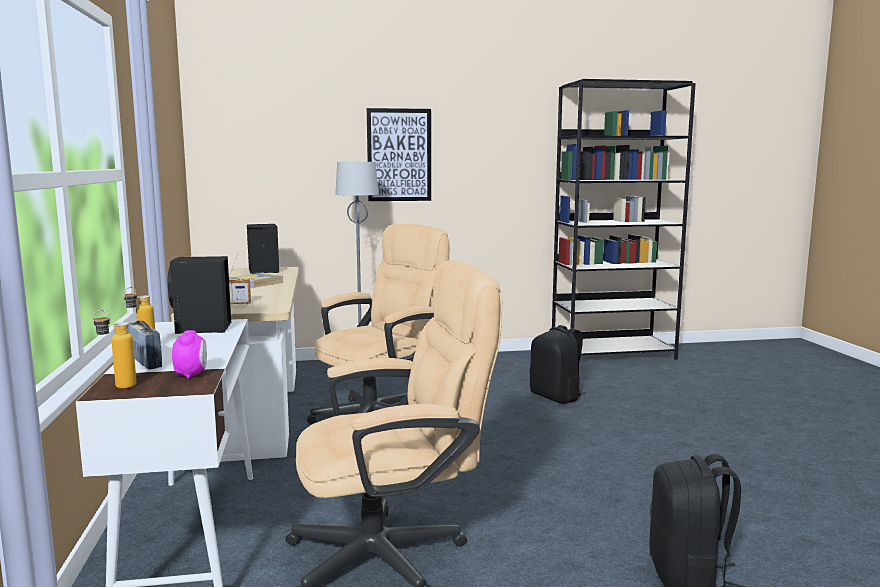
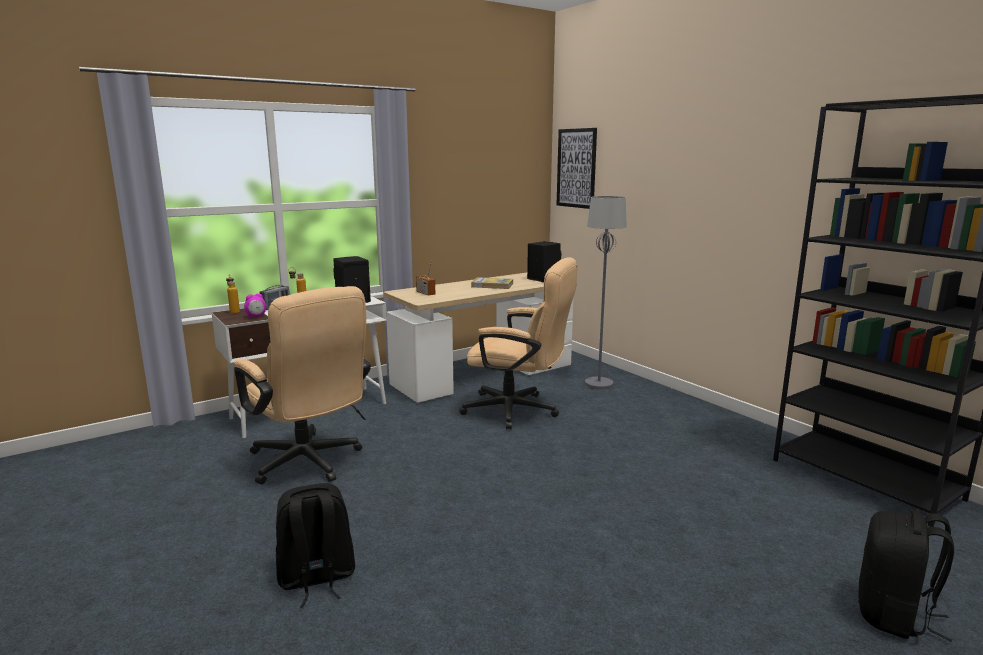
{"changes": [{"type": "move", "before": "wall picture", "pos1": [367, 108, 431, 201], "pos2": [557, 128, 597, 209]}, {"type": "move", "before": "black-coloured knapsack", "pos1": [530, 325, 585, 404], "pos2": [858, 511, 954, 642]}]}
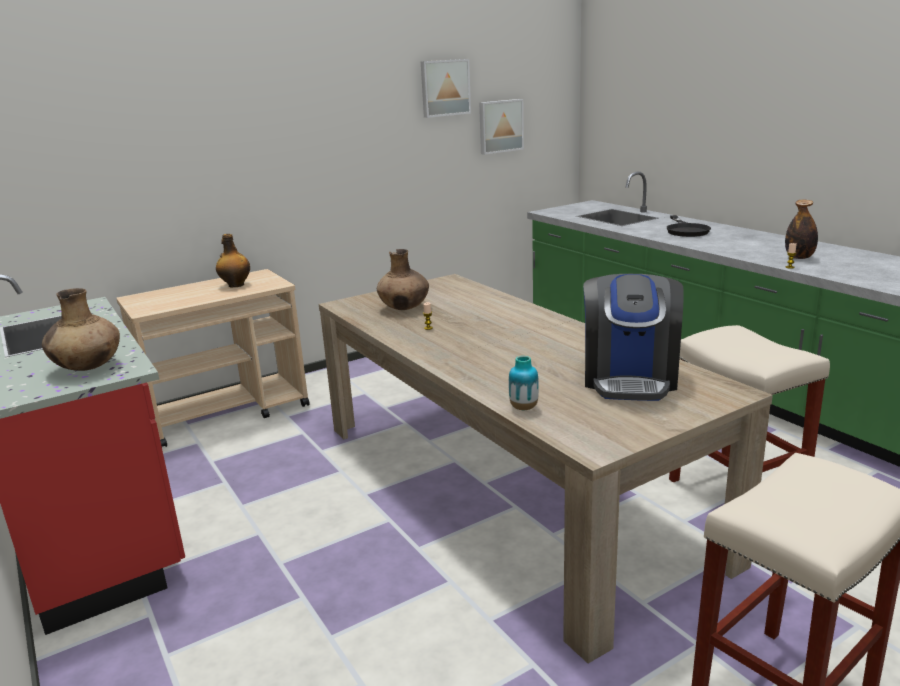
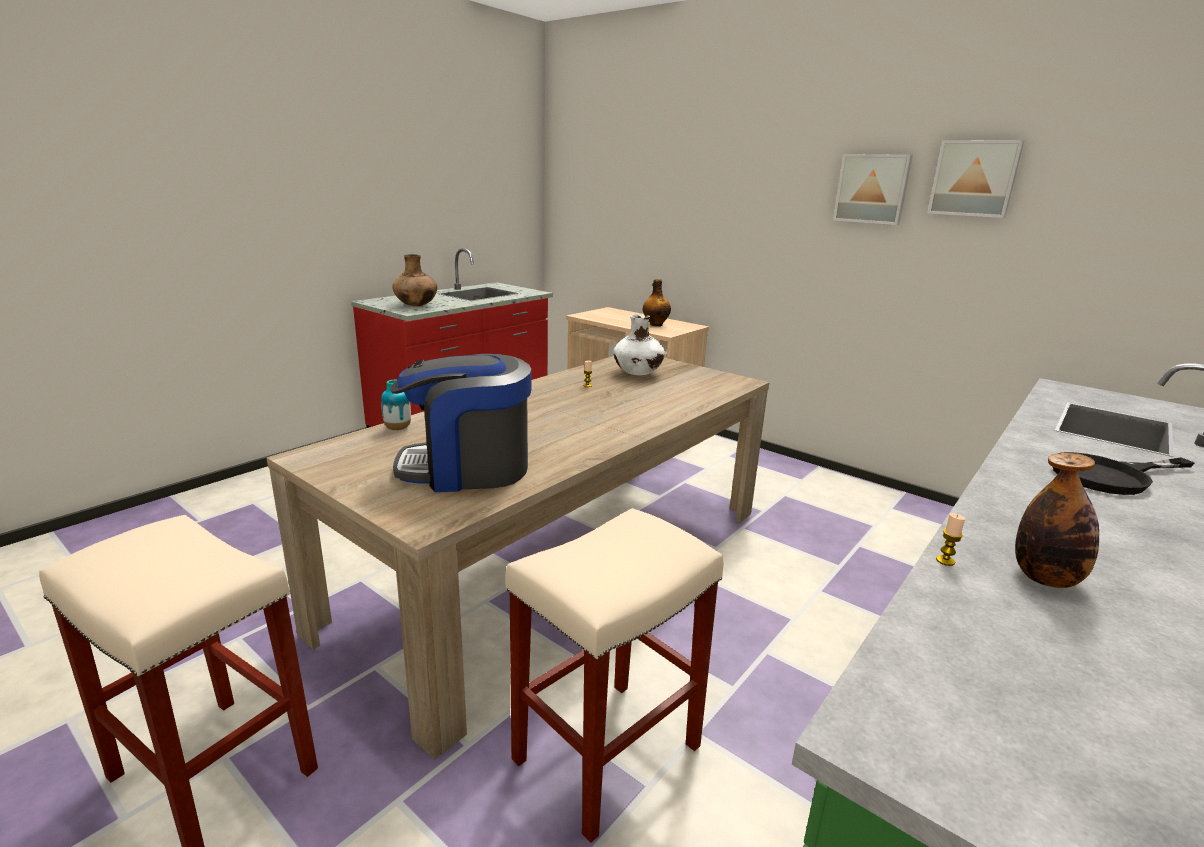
{"changes": [{"type": "move", "before": "wall picture", "pos1": [479, 99, 524, 155], "pos2": [833, 154, 913, 225]}, {"type": "recolor", "before": "brown vase", "after": "white vase", "pos1": [377, 249, 429, 310], "pos2": [613, 314, 665, 375]}]}
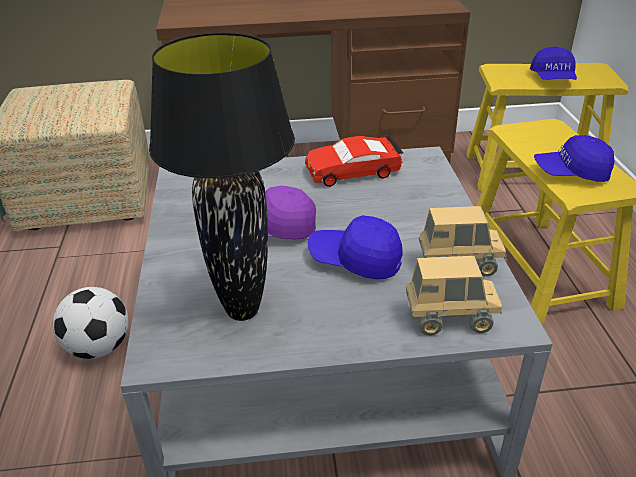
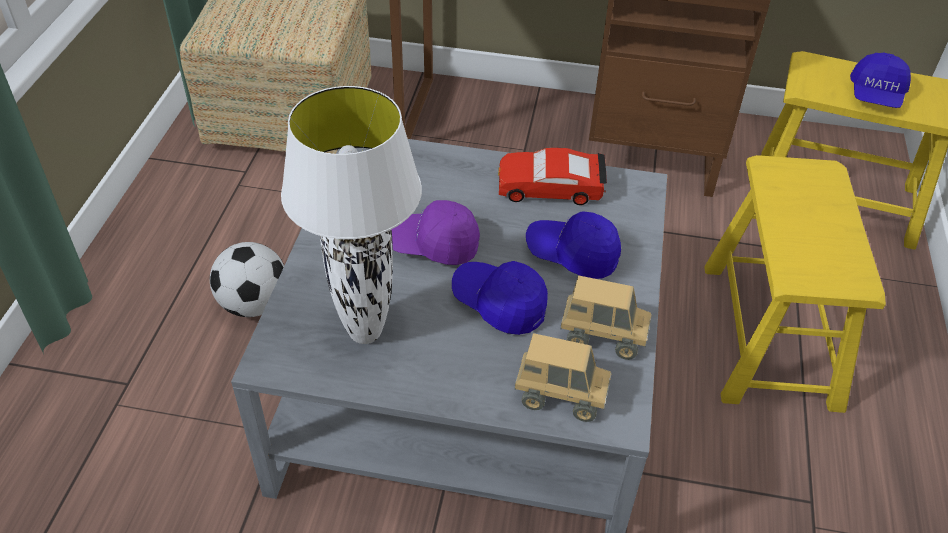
{"changes": [{"type": "move", "before": "blue-coloured peaked cap", "pos1": [534, 135, 615, 182], "pos2": [526, 211, 621, 279]}, {"type": "recolor", "before": "black-coloured tabletop lamp", "after": "white tabletop lamp", "pos1": [149, 33, 295, 321], "pos2": [281, 86, 422, 344]}]}
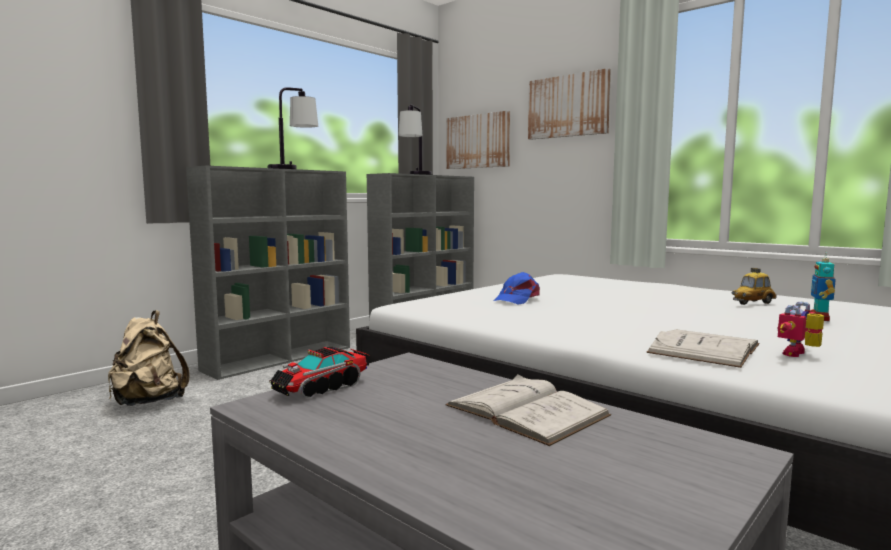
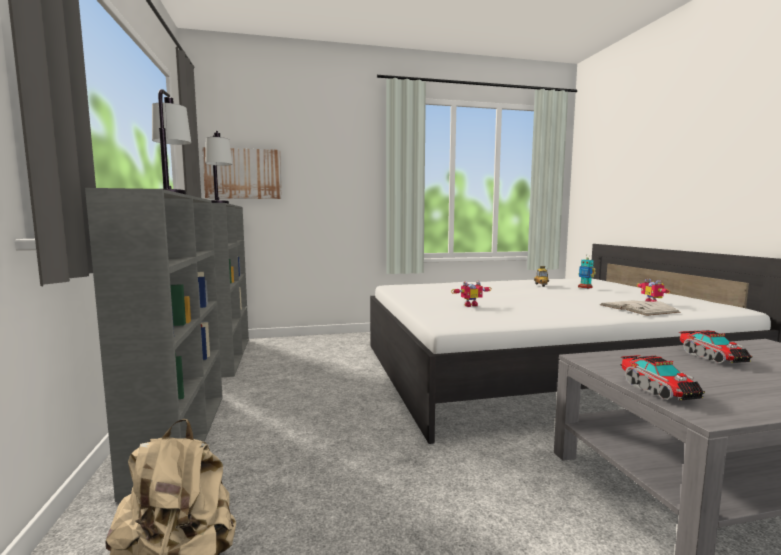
{"changes": [{"type": "delete", "before": "wall picture", "pos1": [528, 68, 611, 140]}, {"type": "replace", "before": "white bound book", "after": "model truck", "pos1": [445, 374, 611, 446], "pos2": [679, 330, 752, 363]}, {"type": "replace", "before": "blue-coloured peaked cap", "after": "toy robot", "pos1": [494, 272, 540, 305], "pos2": [451, 281, 492, 307]}]}
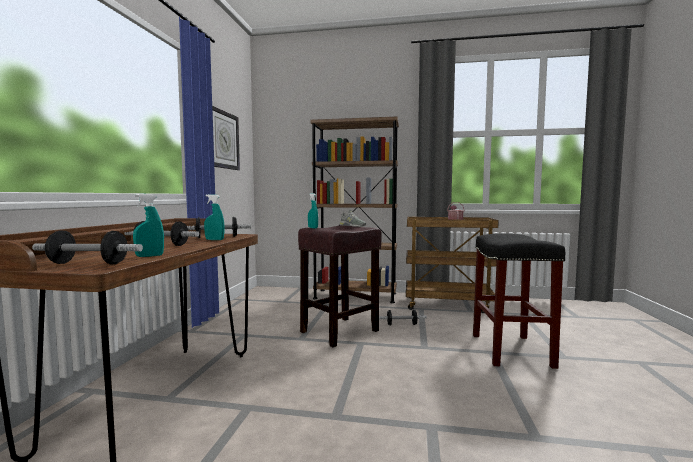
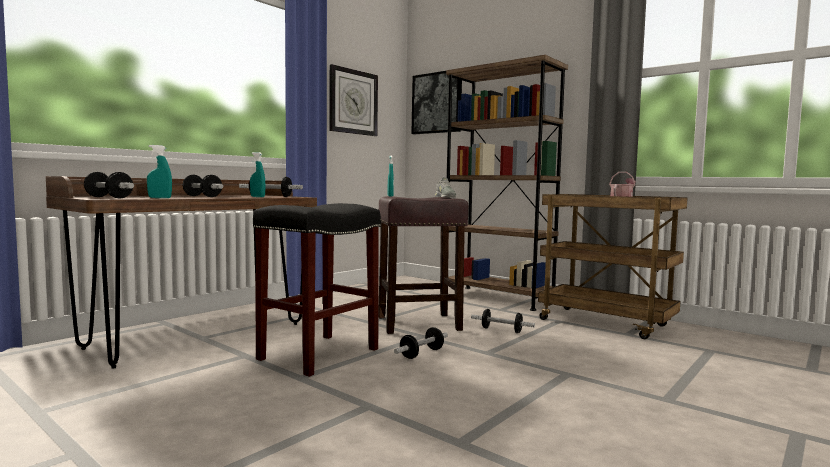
{"changes": [{"type": "insert", "after": "free weight", "pos2": [394, 327, 448, 359]}, {"type": "insert", "after": "wall picture", "pos2": [411, 71, 462, 134]}, {"type": "move", "before": "black-coloured stool", "pos1": [473, 233, 565, 369], "pos2": [253, 203, 381, 377]}]}
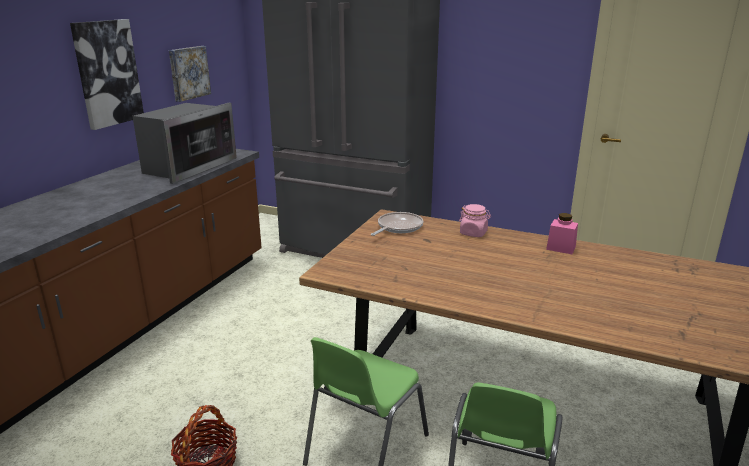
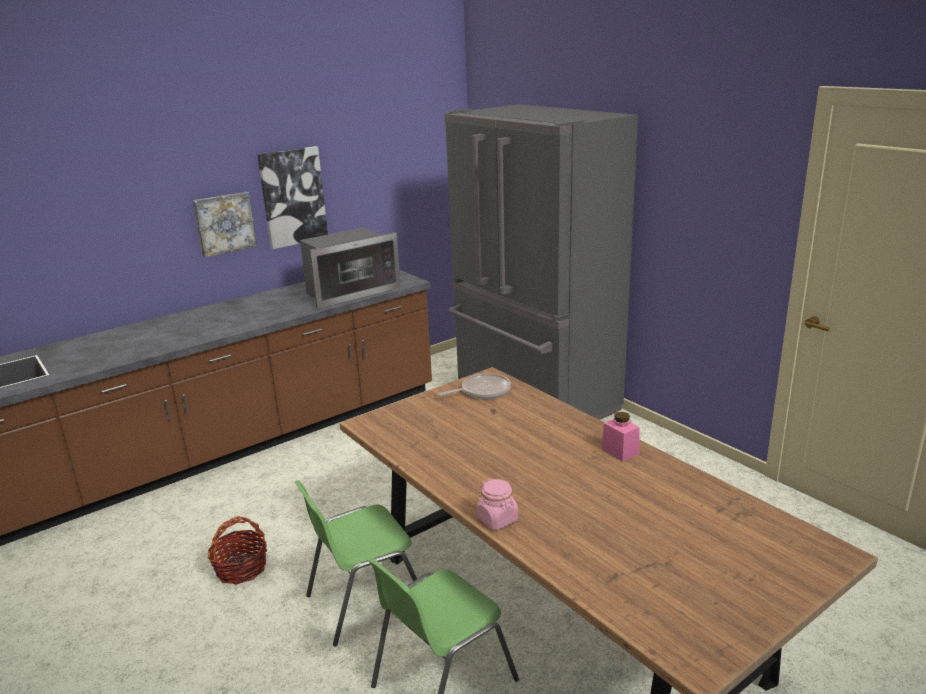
{"changes": [{"type": "move", "before": "wall picture", "pos1": [169, 46, 211, 102], "pos2": [192, 192, 257, 257]}, {"type": "move", "before": "pink preserve jar", "pos1": [459, 204, 491, 237], "pos2": [477, 478, 518, 530]}]}
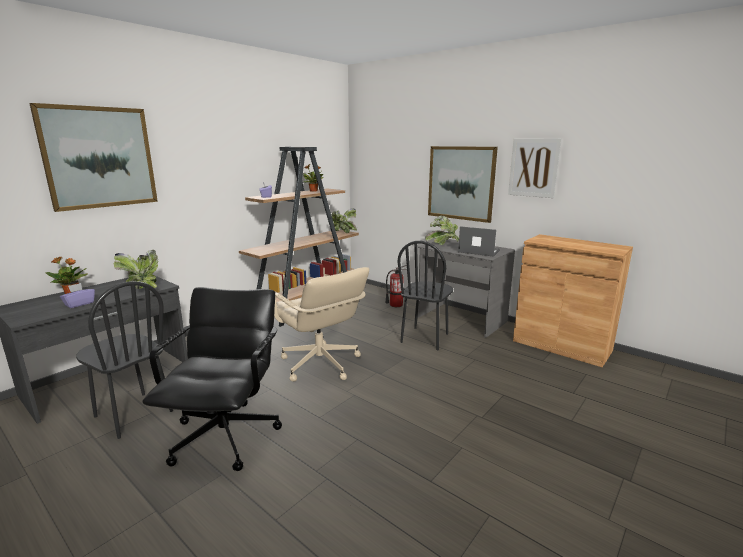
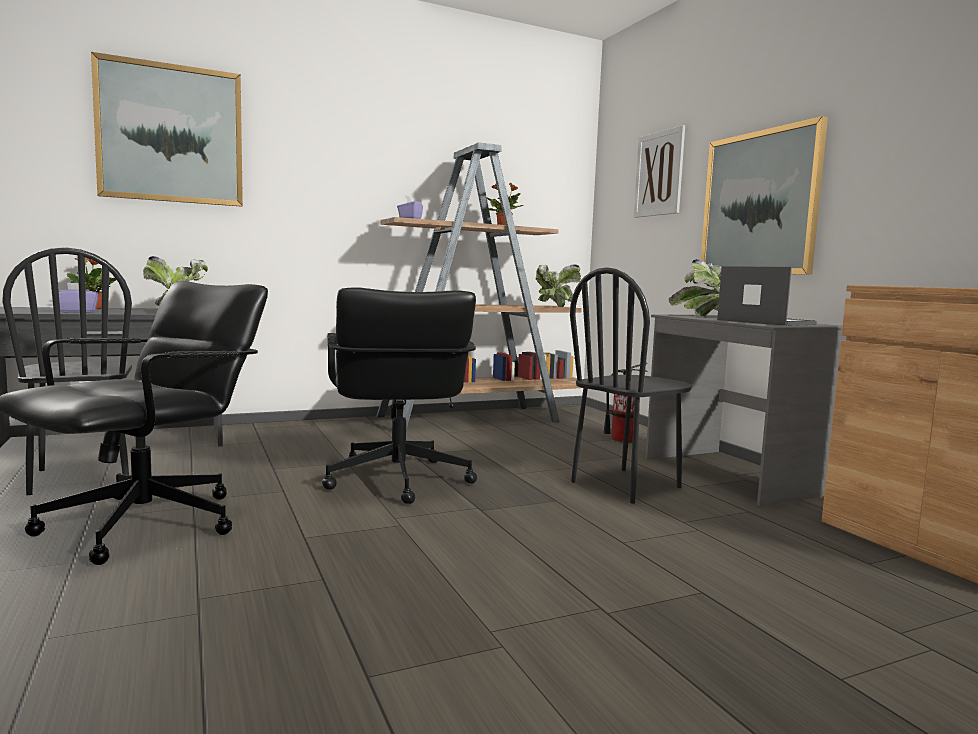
{"changes": [{"type": "move", "before": "wall picture", "pos1": [508, 138, 562, 198], "pos2": [634, 125, 685, 218]}, {"type": "recolor", "before": "beige computer chair", "after": "black-coloured computer chair", "pos1": [274, 267, 369, 382], "pos2": [322, 287, 477, 504]}]}
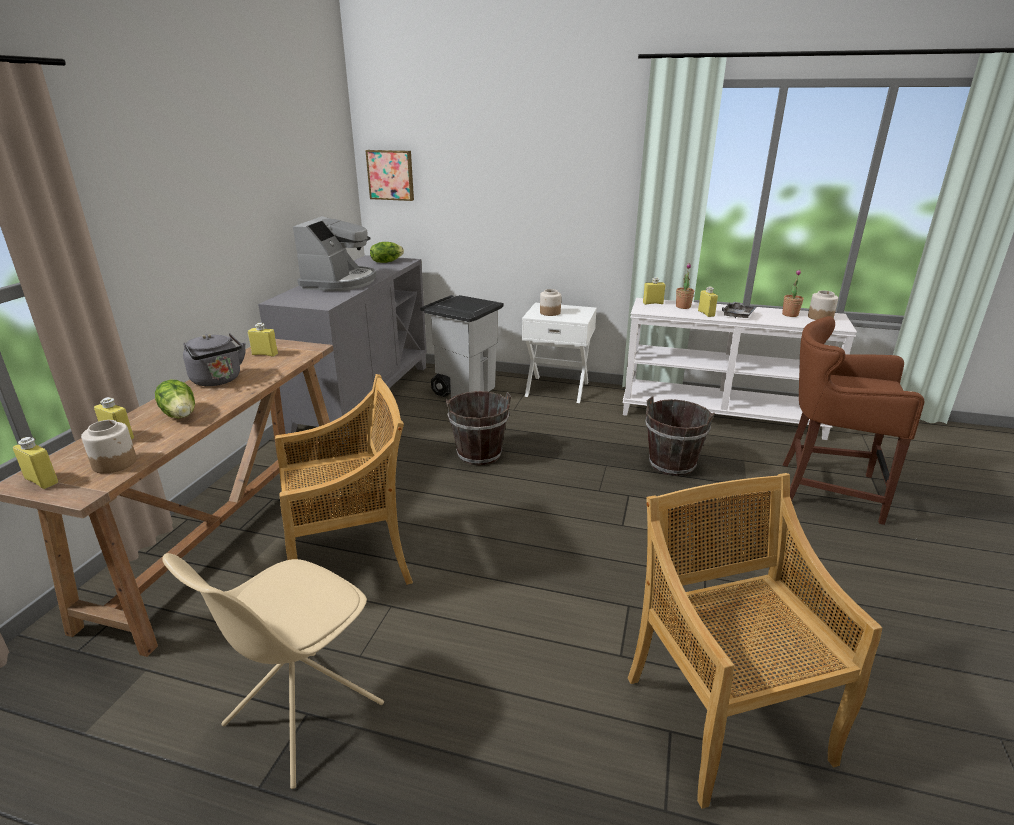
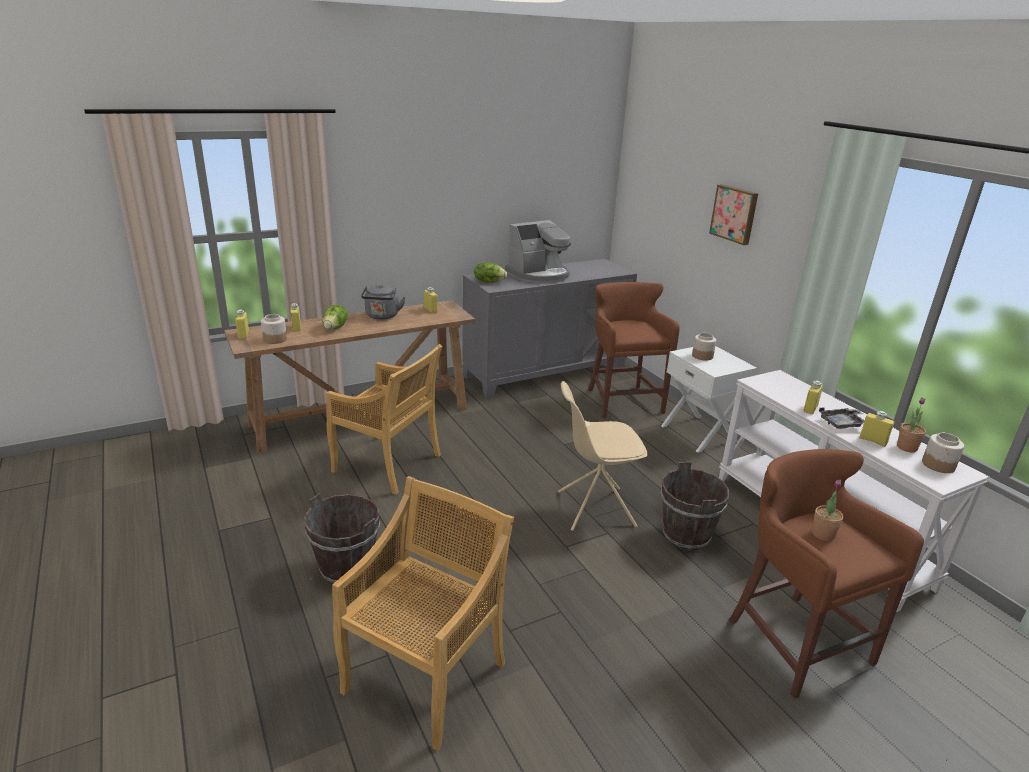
{"changes": [{"type": "move", "before": "beige plain chair", "pos1": [162, 553, 384, 789], "pos2": [558, 381, 648, 531]}, {"type": "move", "before": "wall picture", "pos1": [365, 150, 414, 201], "pos2": [709, 184, 758, 245]}, {"type": "move", "before": "lettuce head", "pos1": [370, 242, 404, 263], "pos2": [474, 262, 507, 283]}, {"type": "move", "before": "brown pail", "pos1": [445, 391, 511, 465], "pos2": [304, 493, 380, 584]}, {"type": "move", "before": "yellowish bottle", "pos1": [643, 277, 666, 305], "pos2": [859, 411, 894, 447]}, {"type": "move", "before": "potted plant", "pos1": [676, 263, 694, 309], "pos2": [812, 480, 844, 541]}, {"type": "replace", "before": "grey rubbish bin", "after": "brown stool", "pos1": [420, 295, 503, 398], "pos2": [588, 282, 680, 418]}]}
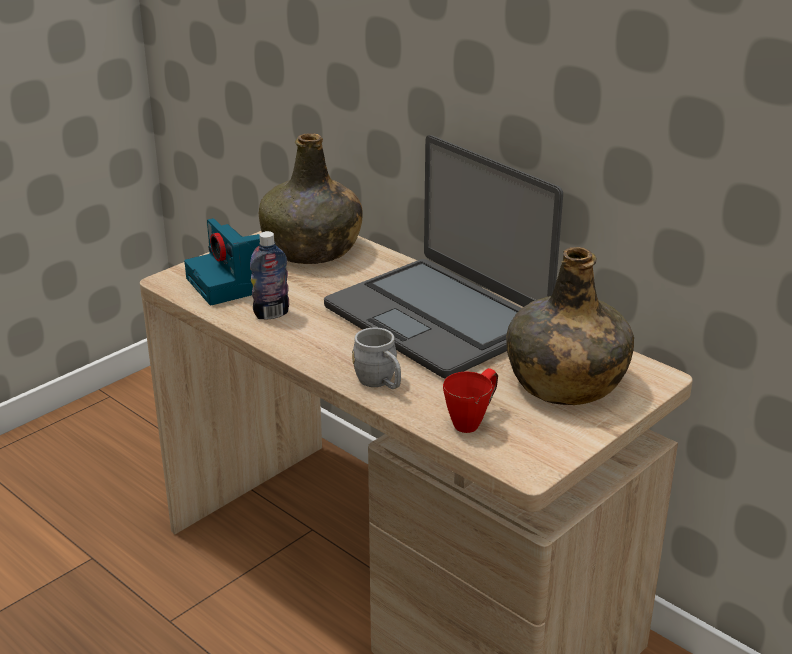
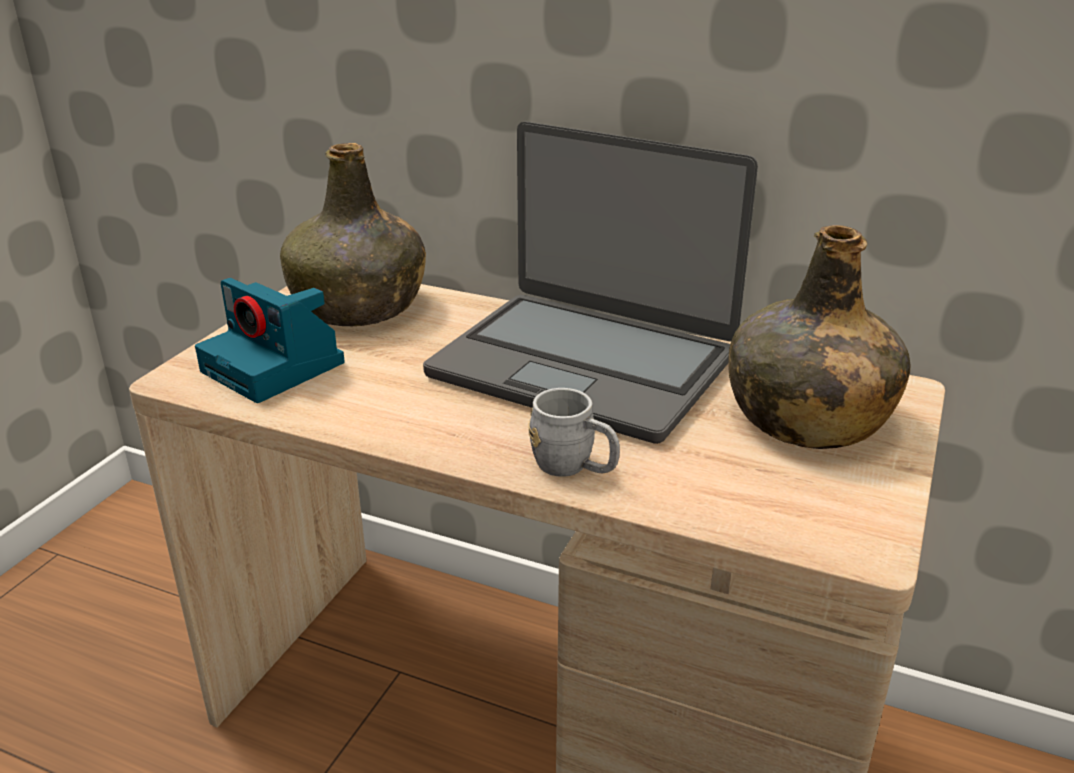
{"changes": [{"type": "delete", "before": "bottle", "pos1": [250, 231, 289, 320]}, {"type": "delete", "before": "red-coloured mug", "pos1": [443, 368, 498, 433]}]}
